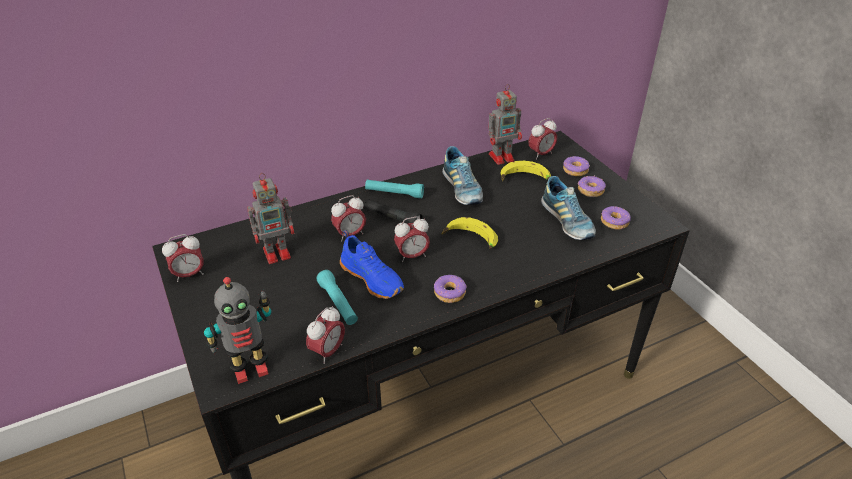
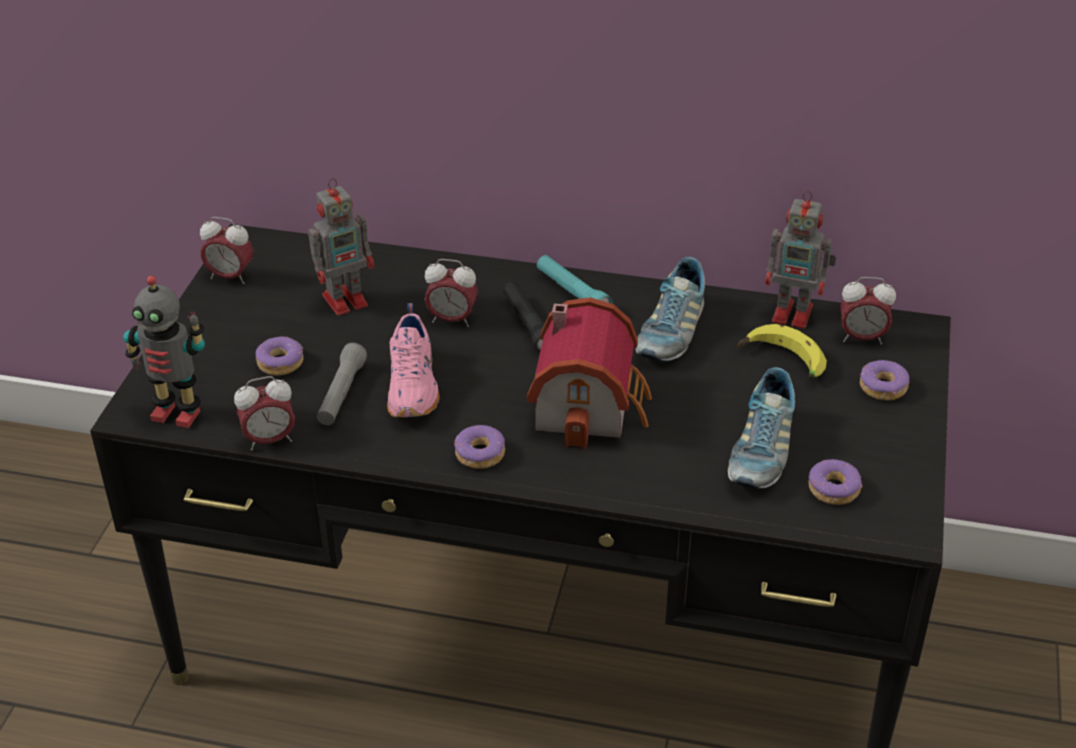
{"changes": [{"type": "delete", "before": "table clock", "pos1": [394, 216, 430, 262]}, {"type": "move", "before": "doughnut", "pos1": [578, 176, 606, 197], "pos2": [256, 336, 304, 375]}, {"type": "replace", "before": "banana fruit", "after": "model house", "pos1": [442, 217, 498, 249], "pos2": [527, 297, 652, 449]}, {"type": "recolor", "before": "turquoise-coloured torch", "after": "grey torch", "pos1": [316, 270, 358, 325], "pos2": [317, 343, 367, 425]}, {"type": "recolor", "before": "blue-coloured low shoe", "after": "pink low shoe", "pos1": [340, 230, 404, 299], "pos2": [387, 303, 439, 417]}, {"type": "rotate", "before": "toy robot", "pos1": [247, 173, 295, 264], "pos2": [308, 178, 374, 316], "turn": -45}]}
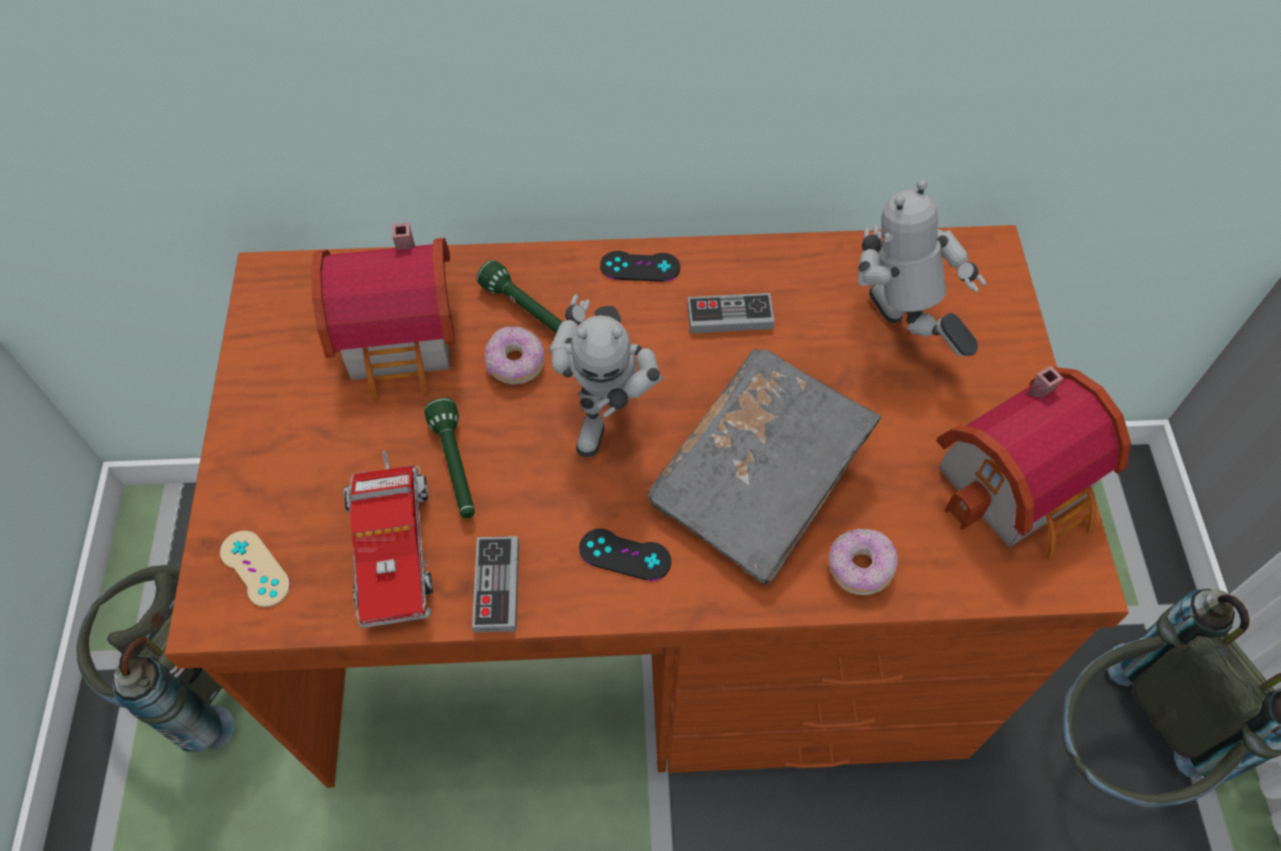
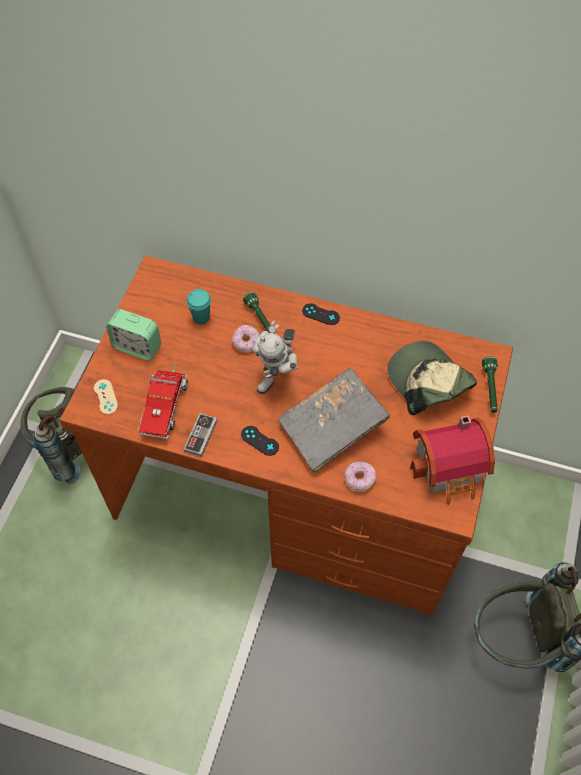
{"changes": [{"type": "delete", "before": "joypad", "pos1": [687, 293, 775, 333]}, {"type": "insert", "after": "table clock", "pos2": [106, 309, 161, 361]}, {"type": "move", "before": "greenish torch", "pos1": [424, 398, 475, 518], "pos2": [482, 356, 498, 413]}, {"type": "replace", "before": "model house", "after": "turquoise-coloured cup", "pos1": [311, 223, 455, 402], "pos2": [186, 289, 211, 324]}, {"type": "replace", "before": "toy robot", "after": "peaked cap", "pos1": [858, 180, 987, 357], "pos2": [387, 341, 477, 416]}]}
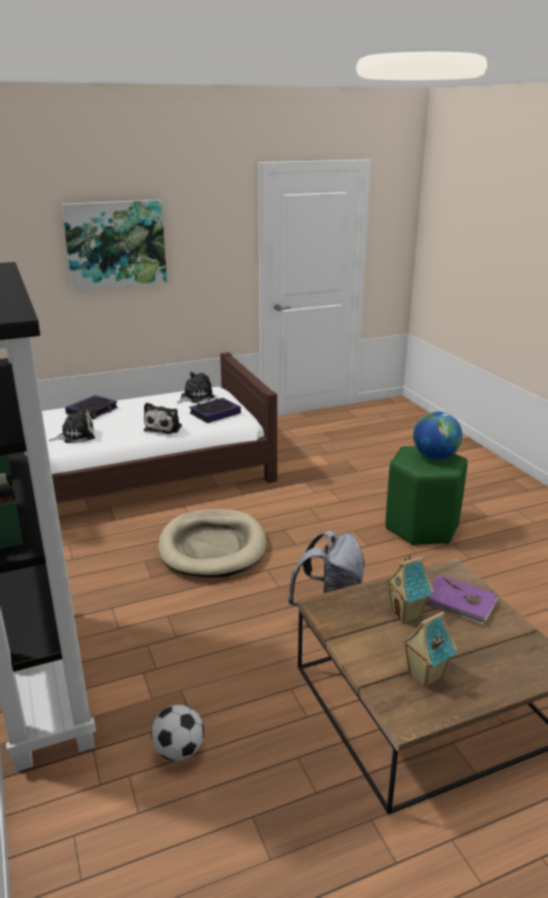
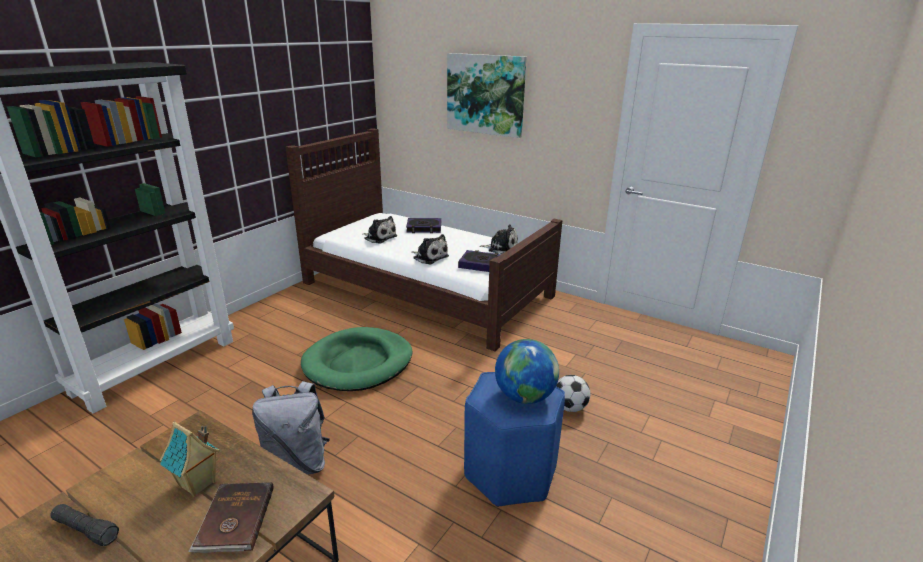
{"changes": [{"type": "move", "before": "football", "pos1": [151, 705, 204, 761], "pos2": [556, 375, 590, 412]}, {"type": "replace", "before": "model house", "after": "black-coloured torch", "pos1": [401, 611, 457, 687], "pos2": [50, 504, 119, 546]}, {"type": "recolor", "before": "beige dog bed", "after": "greenish dog bed", "pos1": [158, 509, 267, 578], "pos2": [301, 327, 413, 391]}, {"type": "recolor", "before": "greenish stool", "after": "blue-coloured stool", "pos1": [385, 446, 468, 545], "pos2": [464, 372, 565, 507]}, {"type": "recolor", "before": "purple-coloured bound book", "after": "brown bound book", "pos1": [426, 575, 498, 625], "pos2": [188, 482, 274, 553]}, {"type": "rotate", "before": "cuddly toy", "pos1": [144, 403, 182, 434], "pos2": [411, 234, 449, 265], "turn": -120}]}
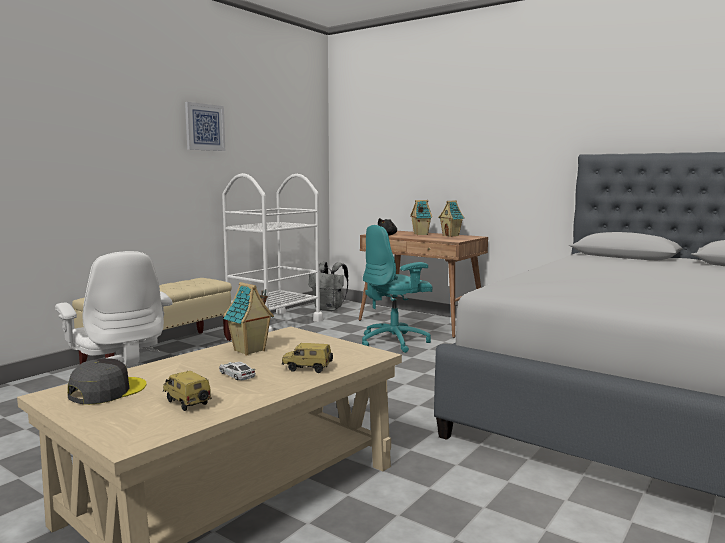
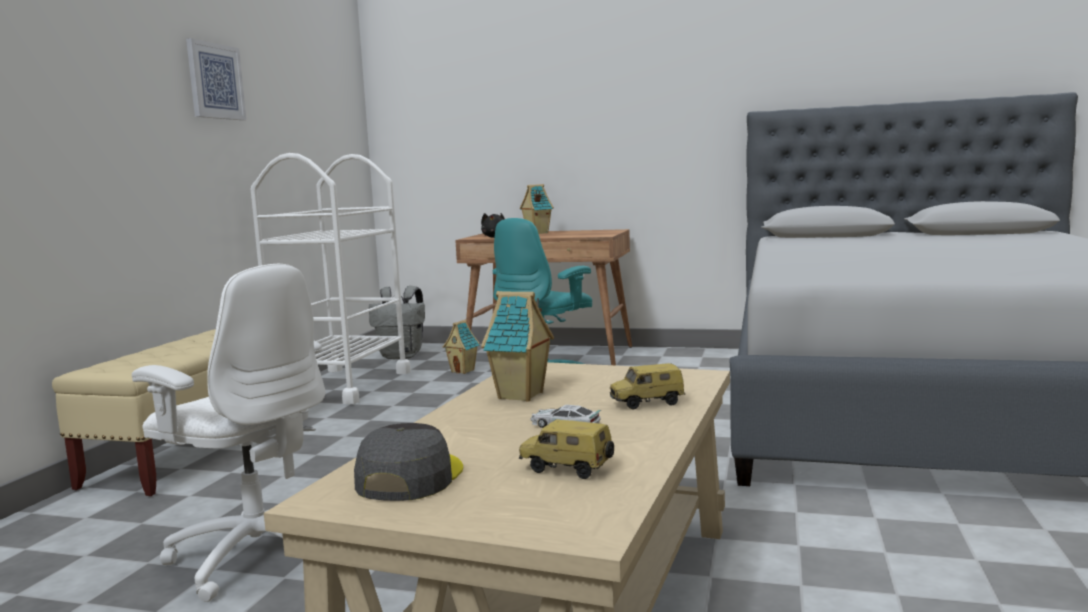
{"changes": [{"type": "move", "before": "model house", "pos1": [438, 200, 464, 237], "pos2": [443, 320, 480, 374]}]}
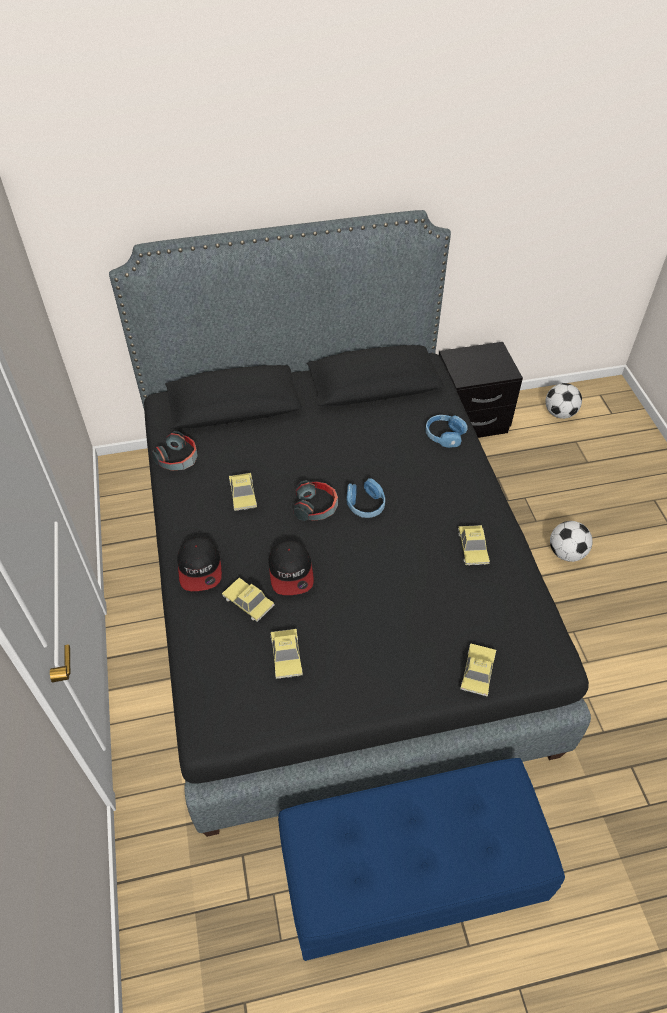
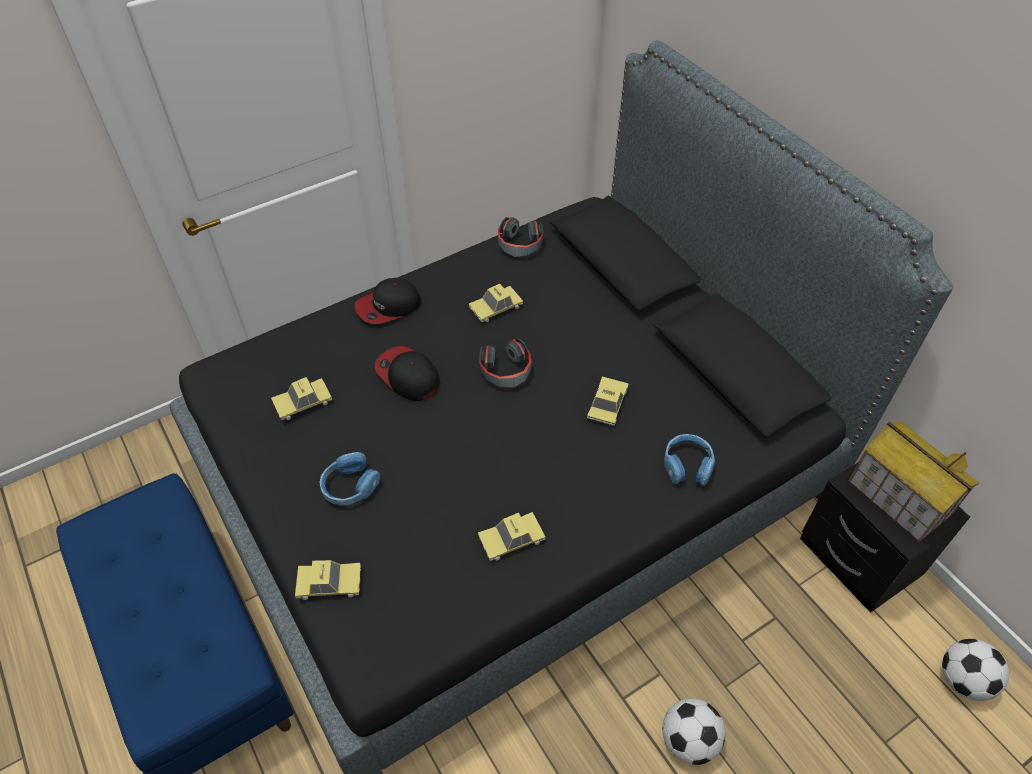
{"changes": [{"type": "insert", "after": "model house", "pos2": [848, 421, 979, 542]}, {"type": "move", "before": "miniature car", "pos1": [222, 577, 274, 622], "pos2": [587, 377, 628, 426]}, {"type": "move", "before": "blue-coloured headset", "pos1": [346, 478, 385, 518], "pos2": [319, 452, 380, 506]}, {"type": "rotate", "before": "peaked cap", "pos1": [268, 541, 314, 595], "pos2": [375, 346, 440, 401], "turn": 75}]}
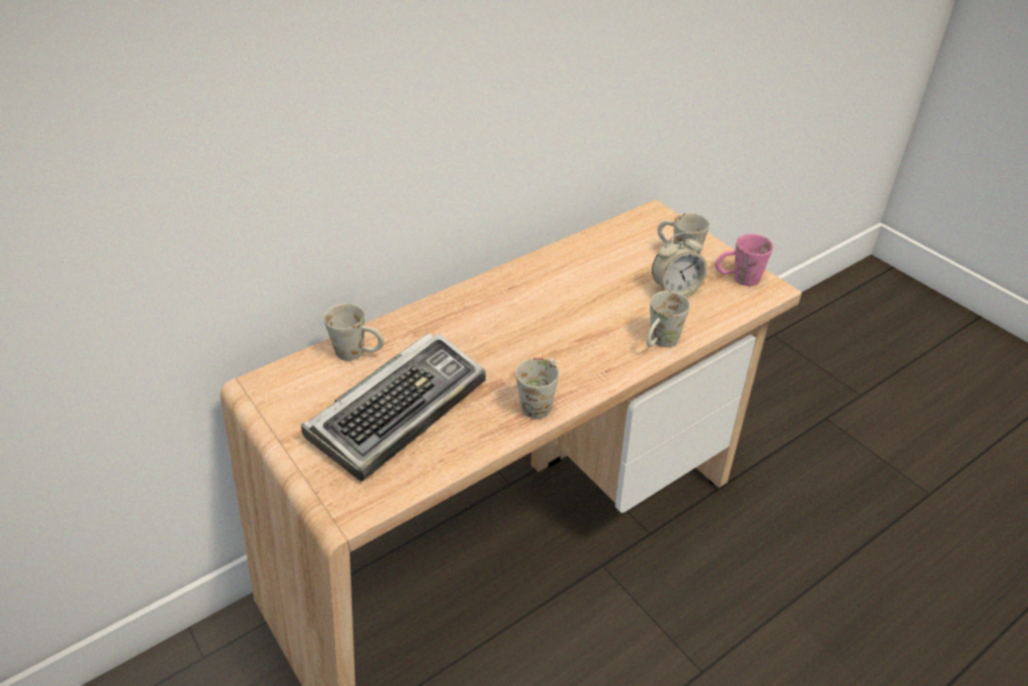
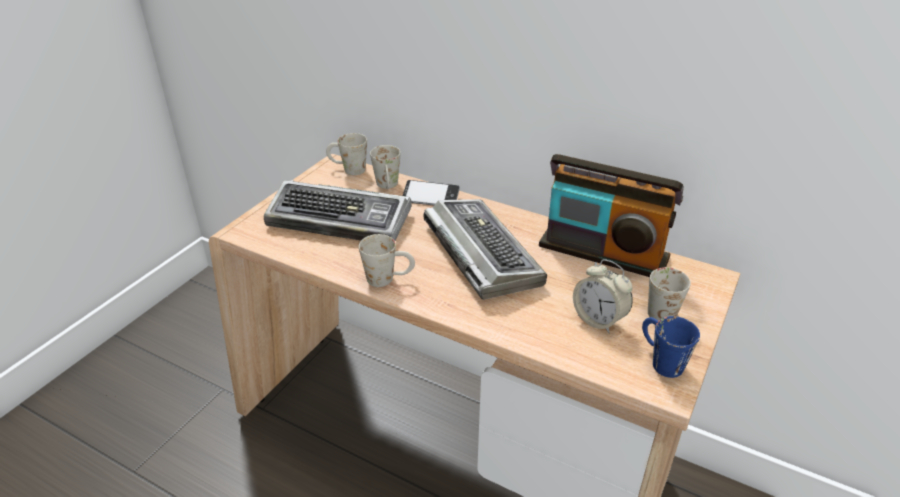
{"changes": [{"type": "insert", "after": "handset", "pos2": [403, 180, 460, 206]}, {"type": "insert", "after": "keyboard", "pos2": [423, 199, 547, 300]}, {"type": "insert", "after": "radio receiver", "pos2": [539, 154, 684, 277]}, {"type": "move", "before": "white mug", "pos1": [647, 291, 690, 347], "pos2": [326, 133, 367, 175]}, {"type": "recolor", "before": "pink mug", "after": "blue-coloured mug", "pos1": [715, 234, 773, 286], "pos2": [642, 316, 700, 378]}]}
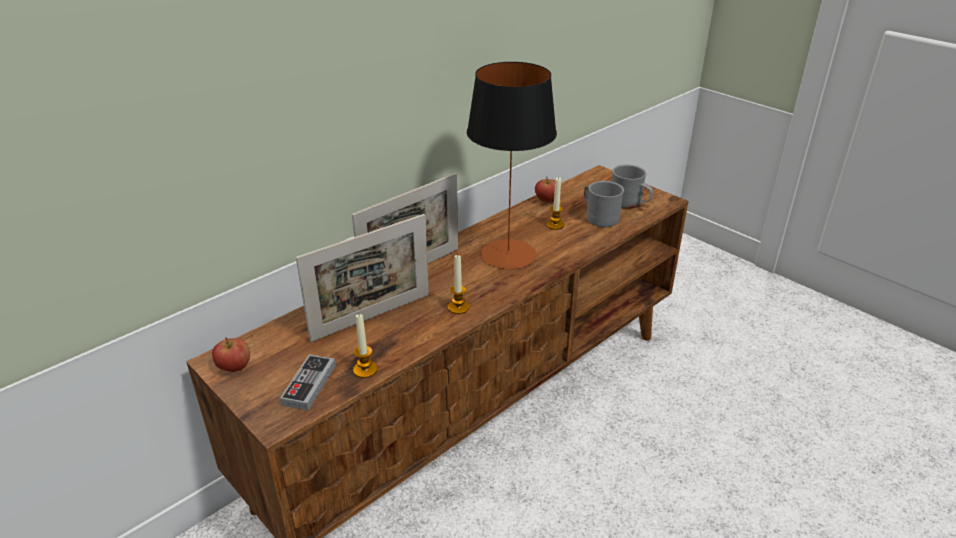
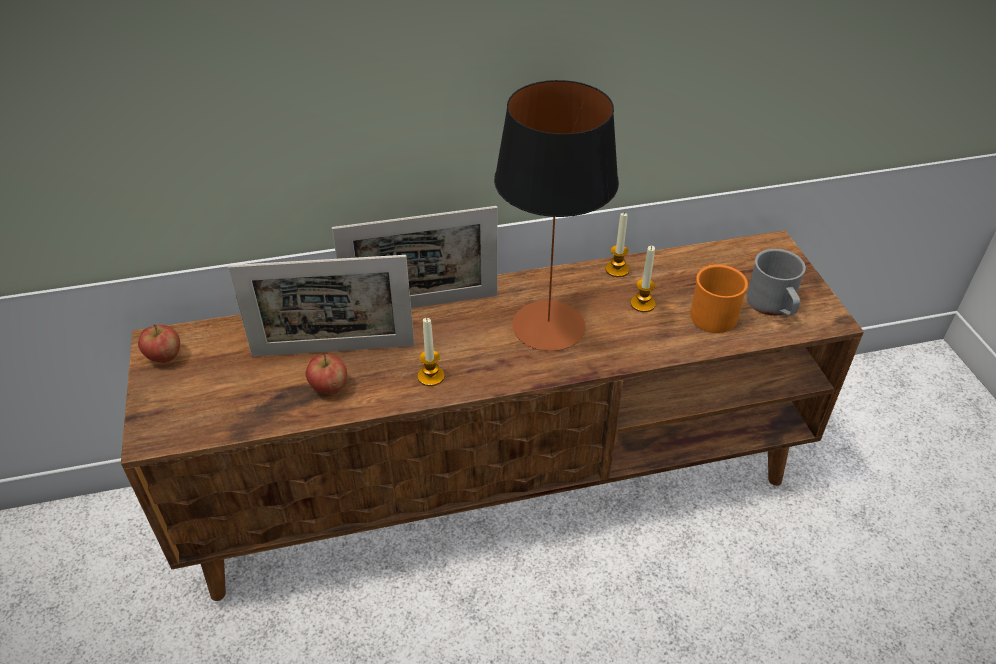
{"changes": [{"type": "delete", "before": "joypad", "pos1": [280, 355, 336, 411]}, {"type": "move", "before": "wax candle", "pos1": [353, 314, 377, 378], "pos2": [605, 213, 629, 277]}, {"type": "move", "before": "apple", "pos1": [535, 176, 561, 203], "pos2": [306, 354, 347, 395]}, {"type": "recolor", "before": "grey mug", "after": "orangey mug", "pos1": [584, 181, 624, 227], "pos2": [690, 265, 748, 333]}]}
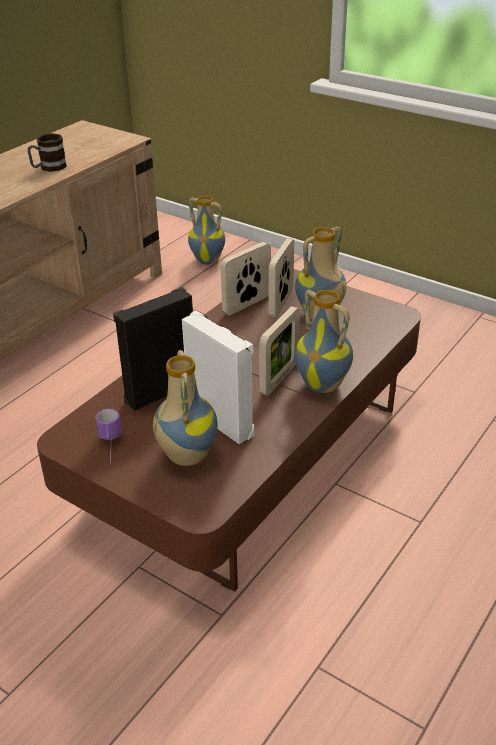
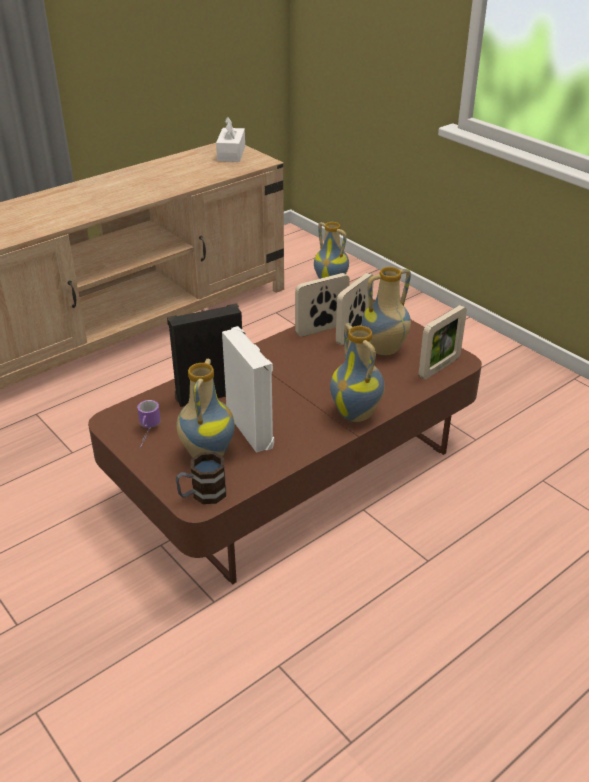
{"changes": [{"type": "insert", "after": "white tissue box", "pos2": [216, 117, 245, 162]}, {"type": "move", "before": "mug", "pos1": [28, 133, 67, 172], "pos2": [176, 452, 226, 504]}, {"type": "move", "before": "photo frame", "pos1": [259, 306, 300, 396], "pos2": [419, 305, 467, 379]}]}
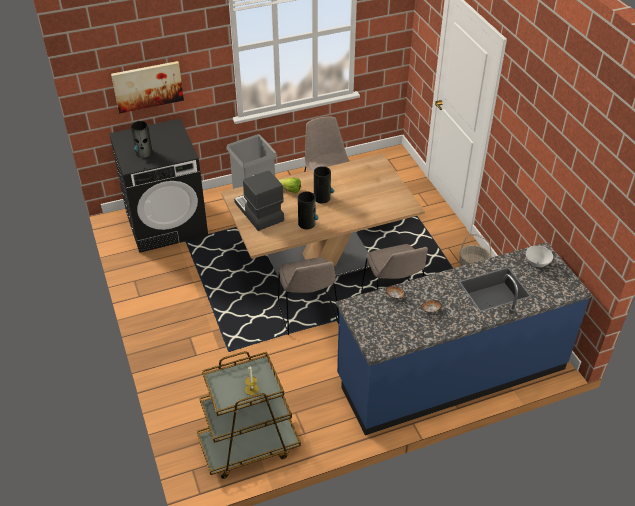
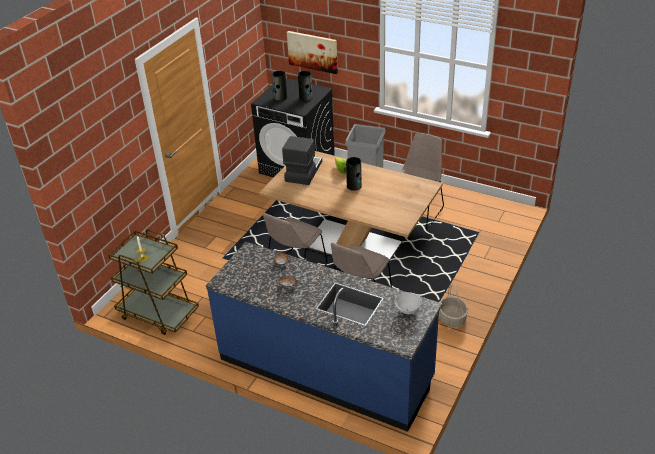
{"changes": [{"type": "move", "before": "vase", "pos1": [298, 191, 319, 229], "pos2": [298, 71, 313, 101]}]}
